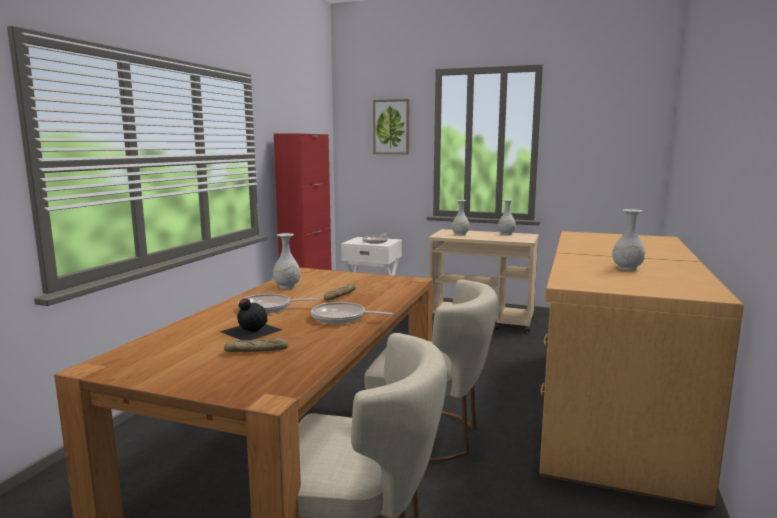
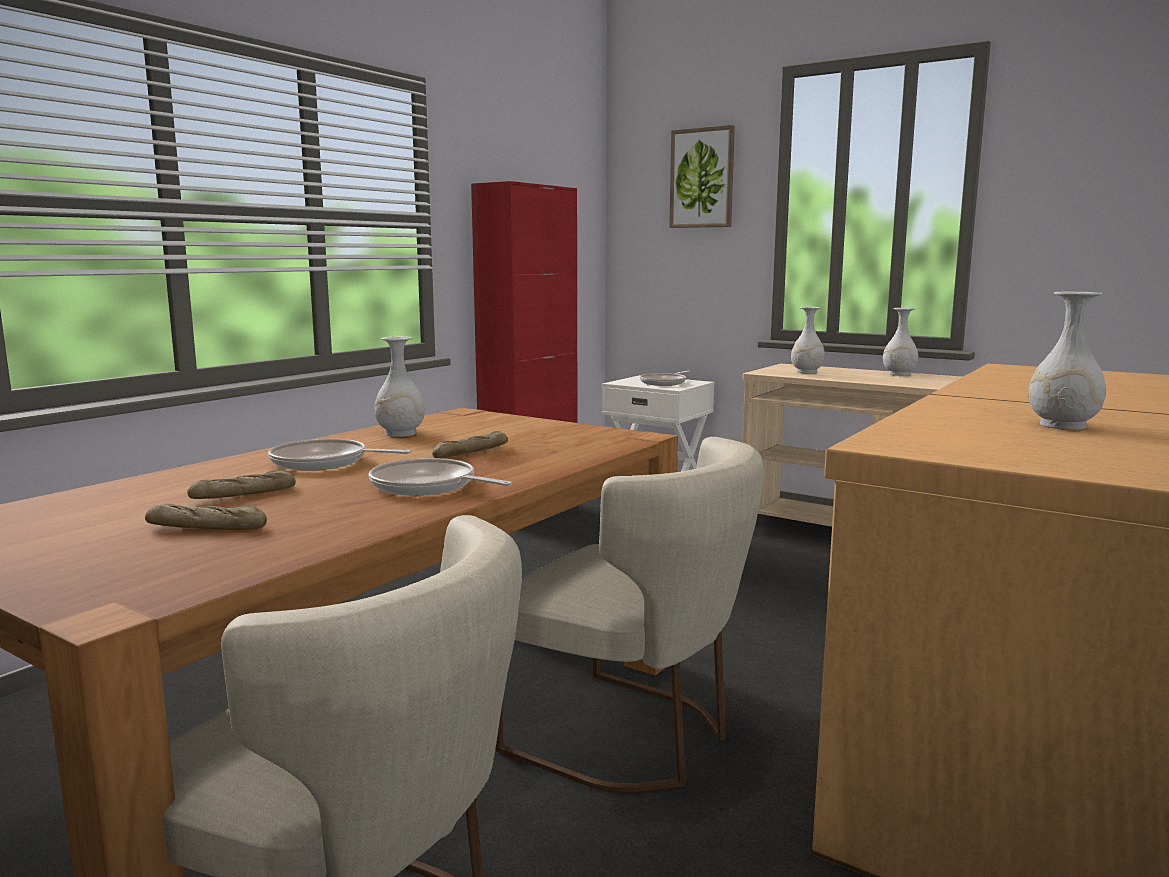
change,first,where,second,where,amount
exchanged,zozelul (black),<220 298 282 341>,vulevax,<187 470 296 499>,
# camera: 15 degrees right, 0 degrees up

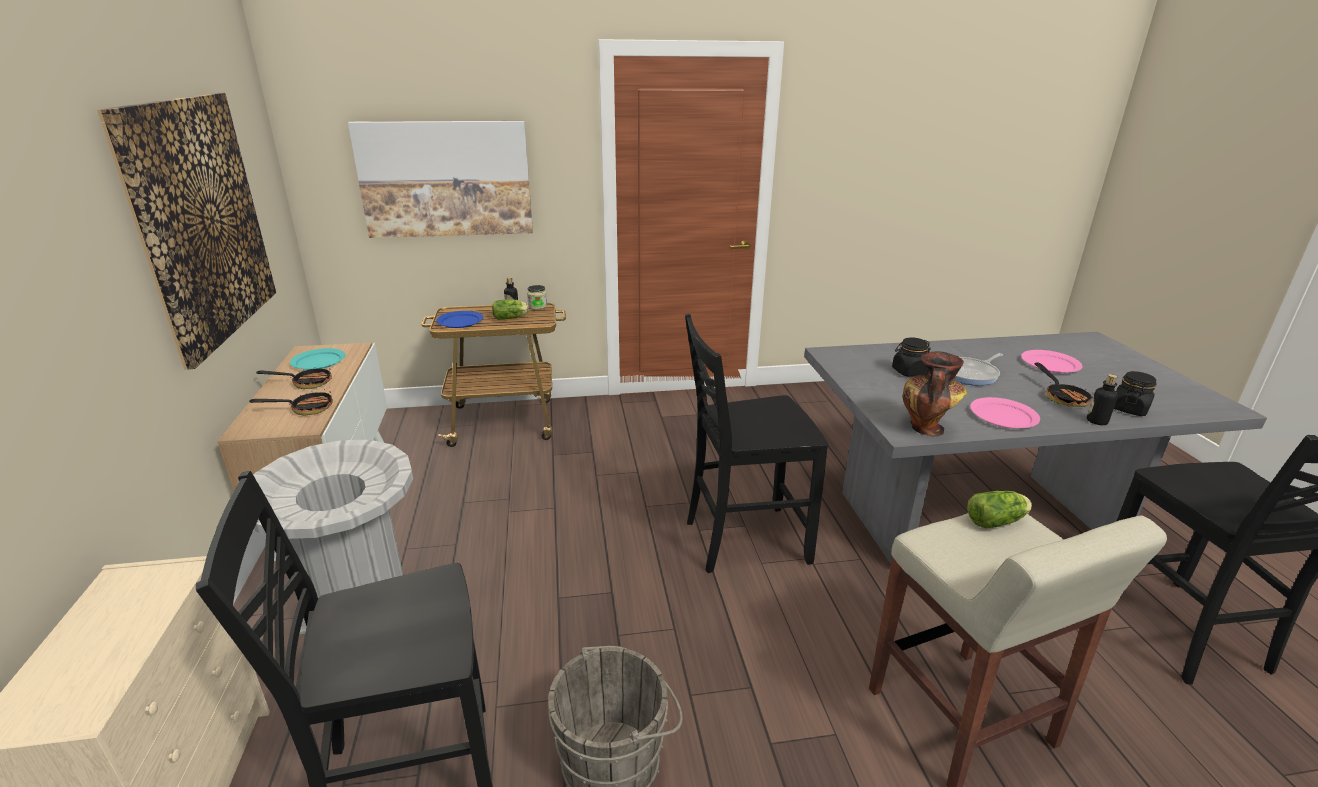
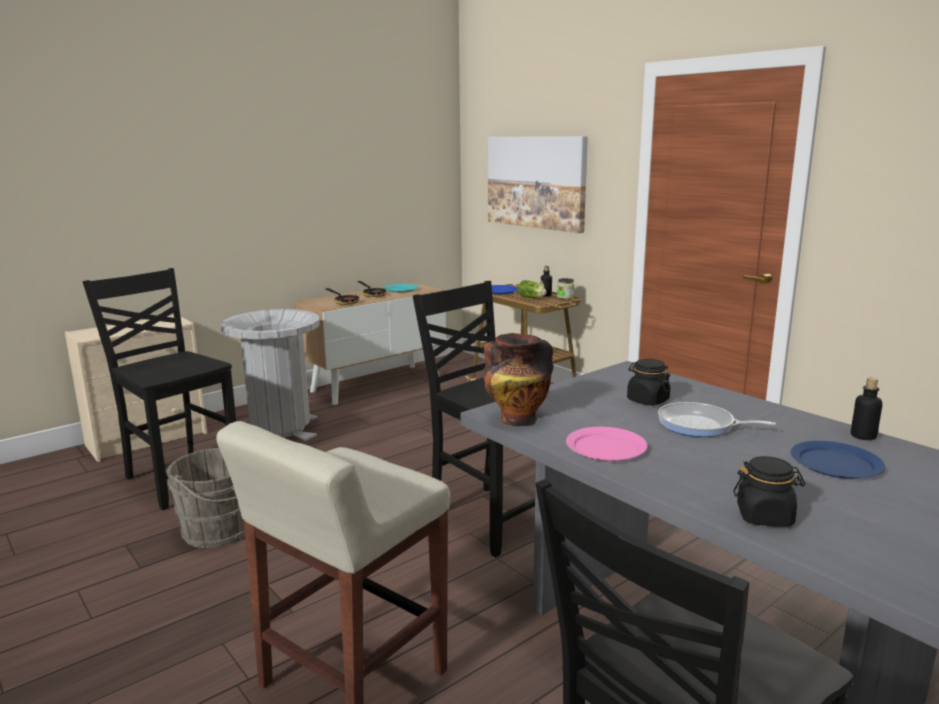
change,first,where,second,where,amount
missing,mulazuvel,<97 92 276 370>,,,
missing,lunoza,<967 491 1032 528>,,,
missing,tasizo,<1035 362 1094 407>,,,
relocated,zozelul,<1087 374 1118 425>,,<851 378 882 440>,
colour,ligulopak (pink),<1021 350 1082 373>,ligulopak (blue),<791 441 885 479>,
# camera: 60 degrees right, 10 degrees down

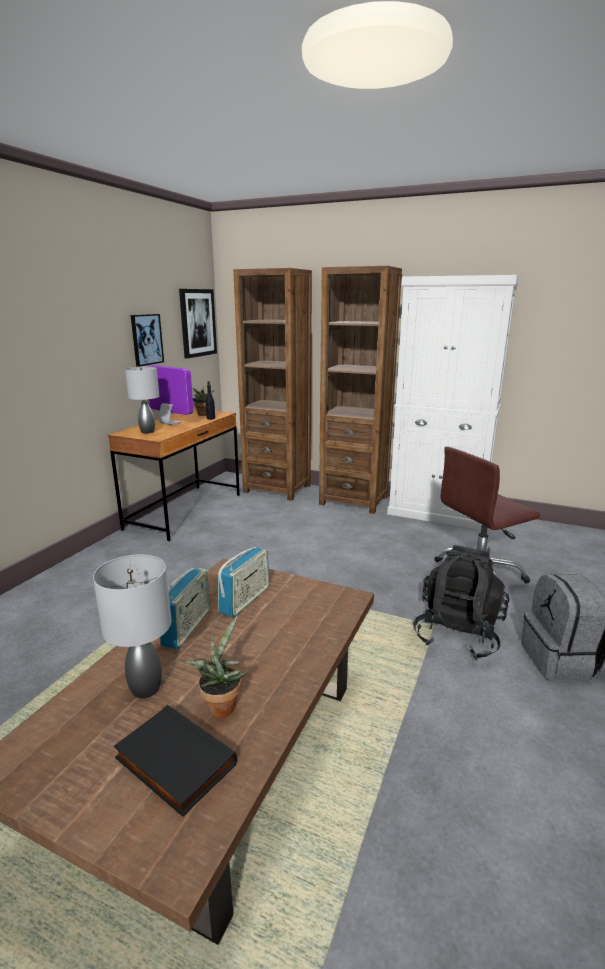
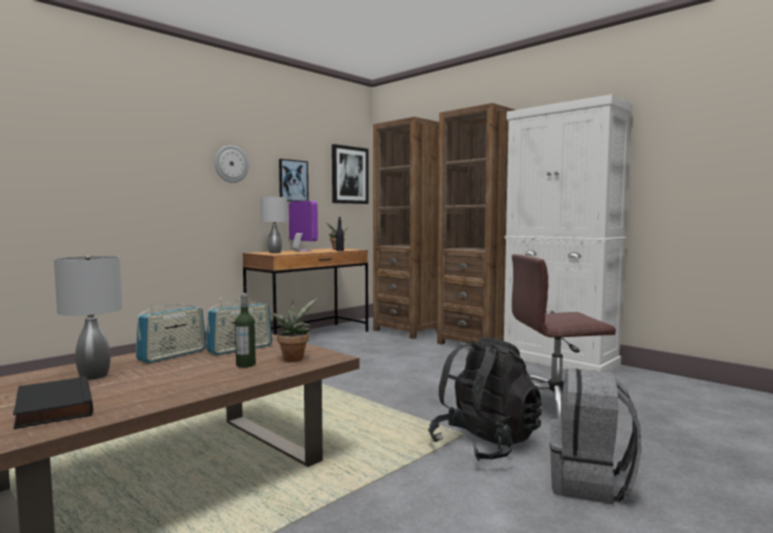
change,first,where,second,where,amount
appeared,,,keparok,<215 145 248 183>,
appeared,,,zozelul,<235 293 256 368>,
relocated,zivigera,<184 616 246 718>,,<270 298 318 362>,
# camera: 20 degrees right, 15 degrees down

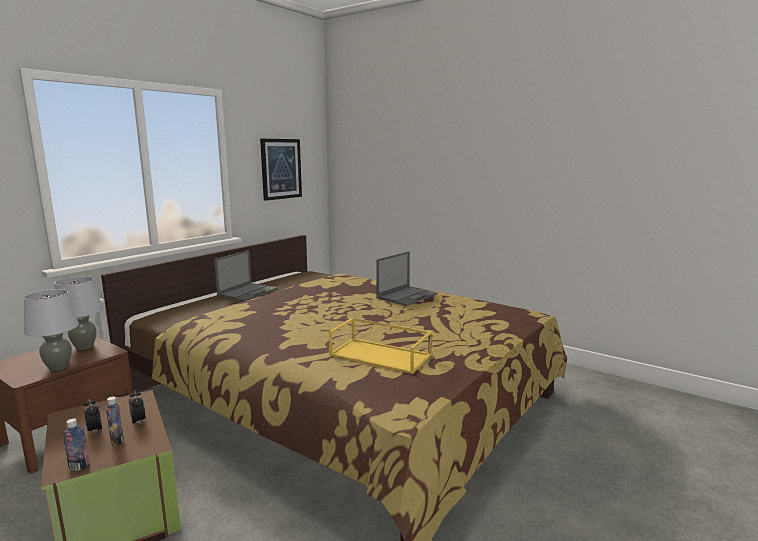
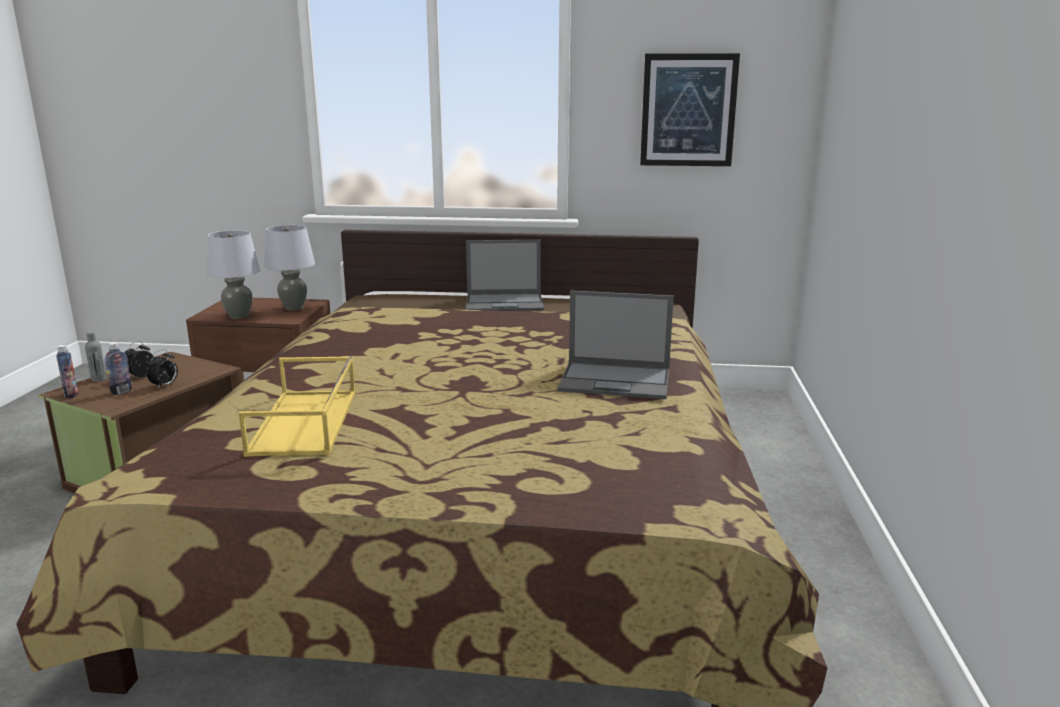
change,first,where,second,where,amount
appeared,,,zozelul (grey),<85 331 107 382>,
# camera: 60 degrees right, 5 degrees up

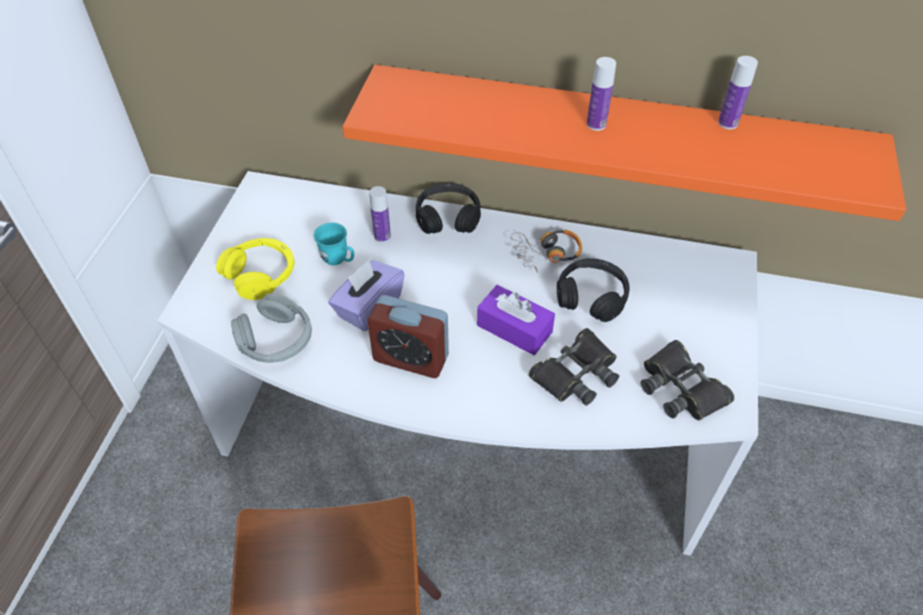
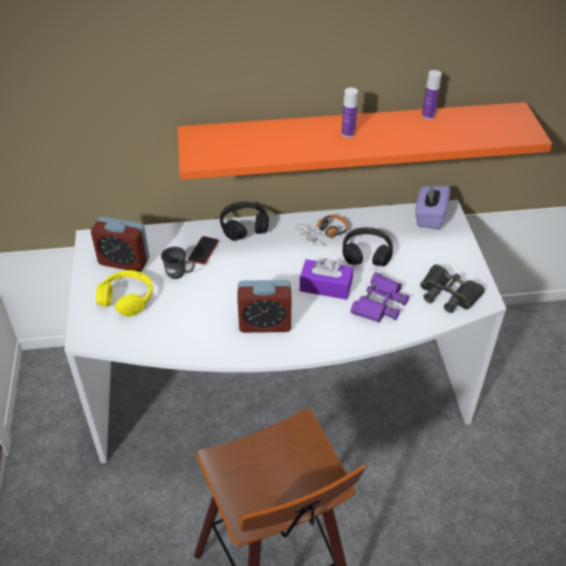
change,first,where,second,where,amount
missing,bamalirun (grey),<231 293 312 363>,,,
appeared,,,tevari,<91 216 149 272>,
relocated,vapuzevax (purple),<329 260 405 332>,,<415 183 450 230>,
exchanged,zozelul,<369 186 391 243>,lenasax,<188 236 219 264>,
colour,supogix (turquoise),<314 223 354 265>,supogix (grey),<161 247 195 279>,
colour,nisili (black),<529 328 619 406>,nisili (purple),<350 272 409 322>,
# camera: 20 degrees left, 5 degrees down

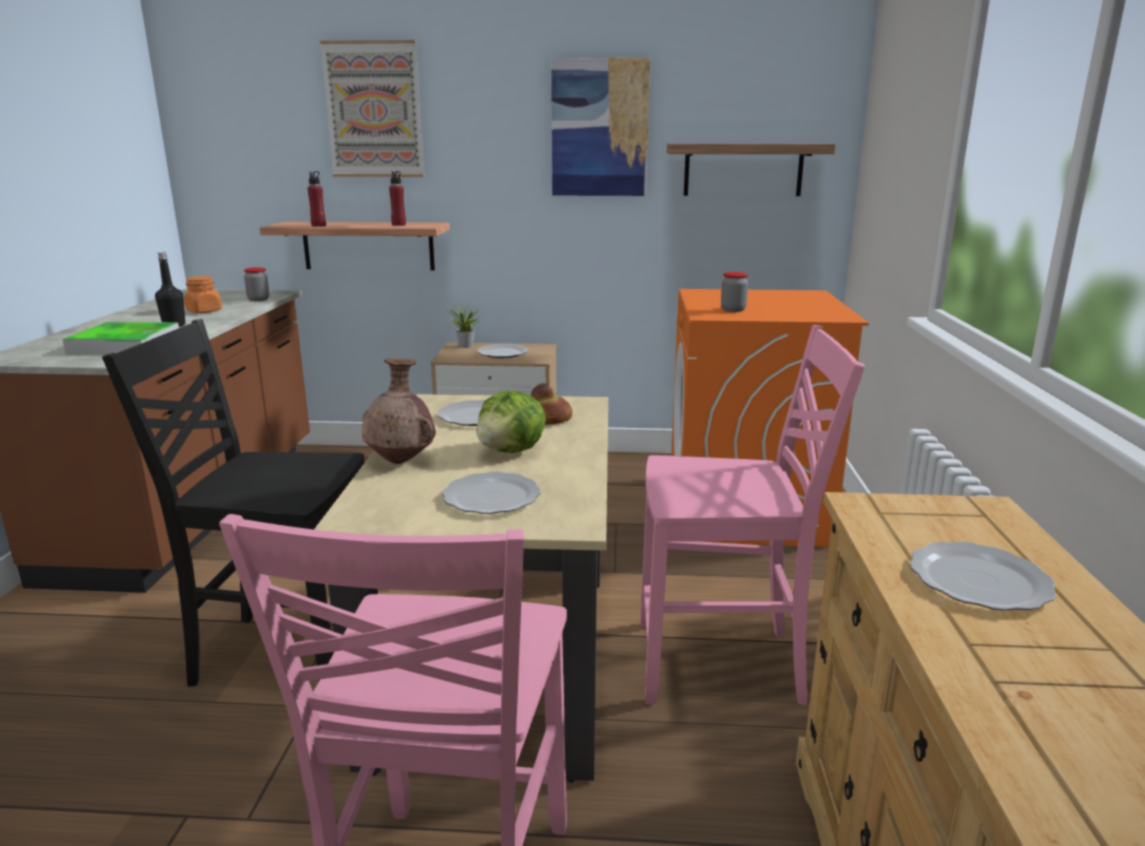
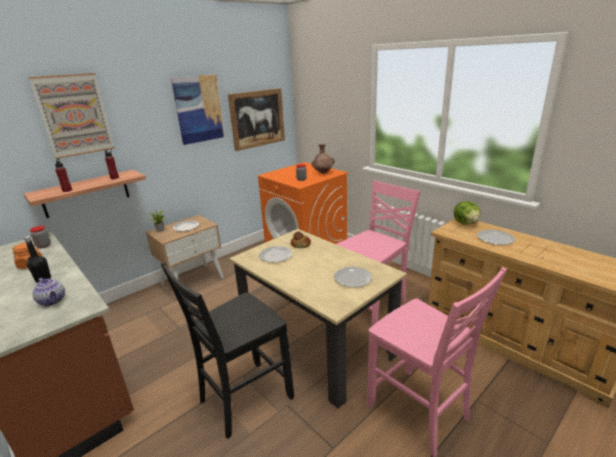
change,first,where,second,where,amount
relocated,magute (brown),<362 358 436 464>,,<312 144 334 174>,
relocated,lunoza,<476 391 546 453>,,<454 201 481 225>,
exchanged,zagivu,<62 322 179 355>,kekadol,<32 278 65 306>,
exchanged,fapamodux,<667 143 836 196>,mulazuvel,<228 88 285 151>,
# camera: 45 degrees left, 5 degrees up

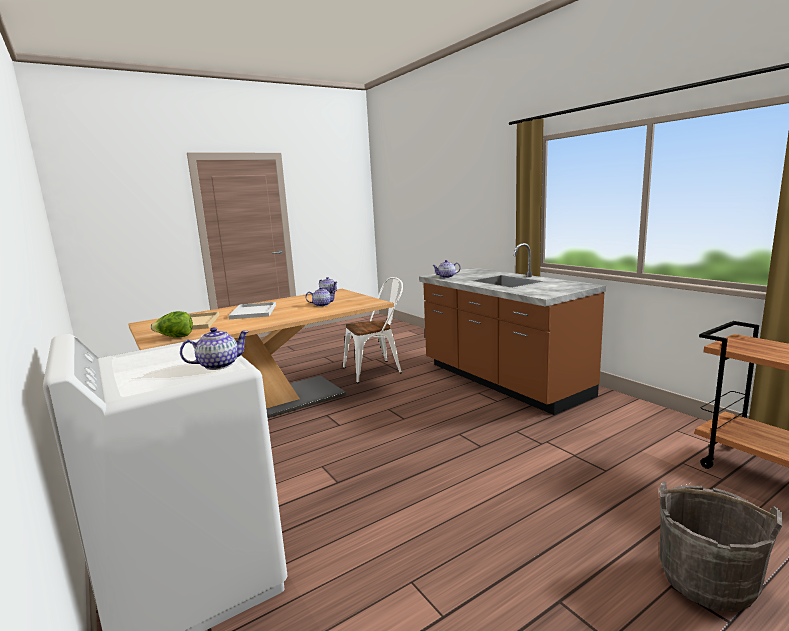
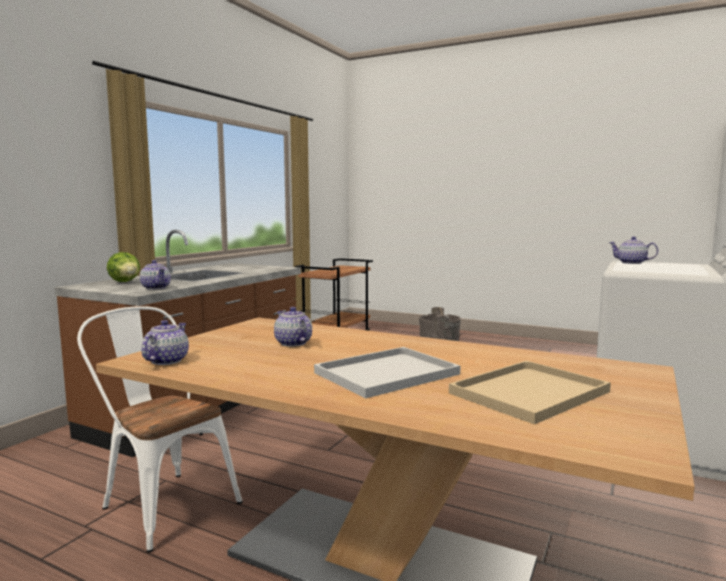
change,first,where,second,where,amount
relocated,lunoza,<150 311 193 337>,,<107 252 140 282>,
# camera: 120 degrees left, 5 degrees down

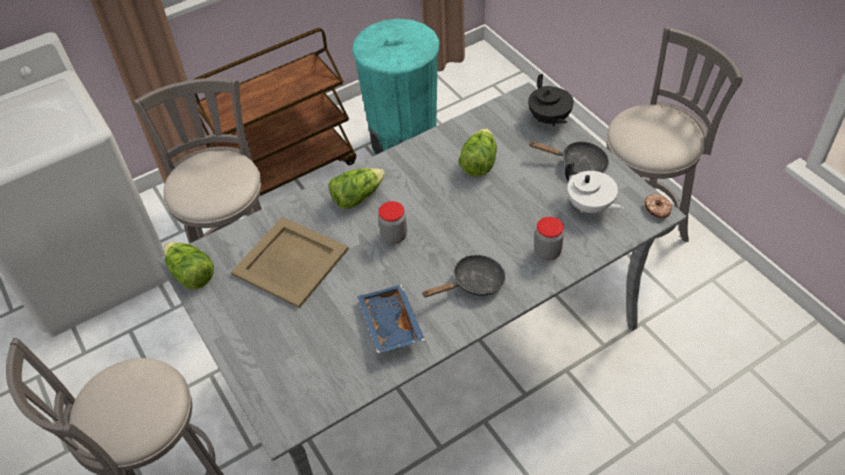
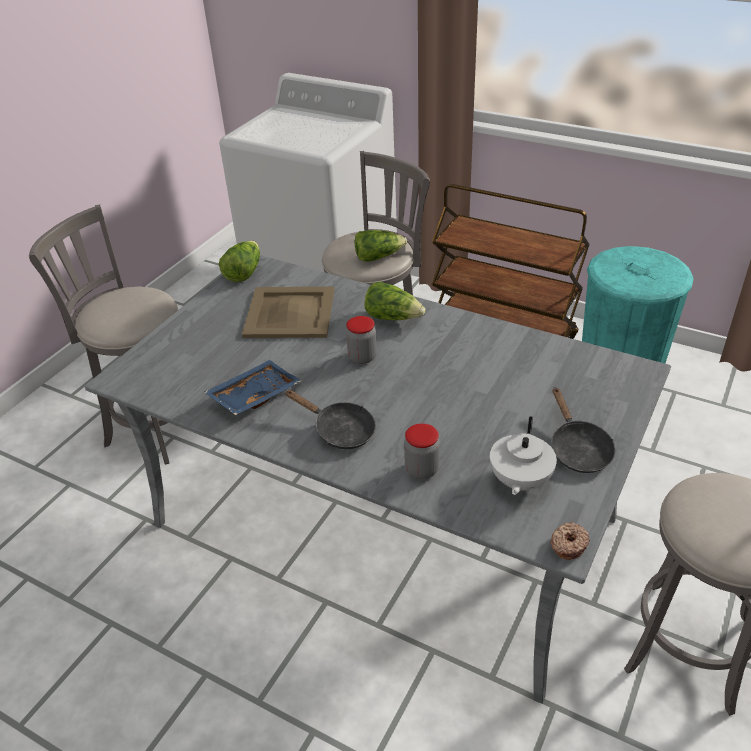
change,first,where,second,where,amount
missing,kekadol (black),<528 74 574 126>,,,
relocated,lunoza,<459 128 497 177>,,<354 230 407 262>,
# camera: 60 degrees right, 10 degrees down

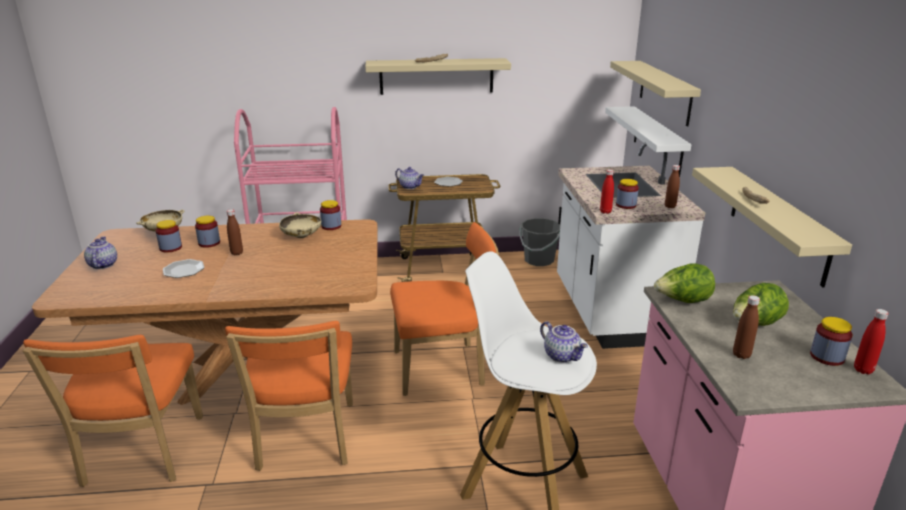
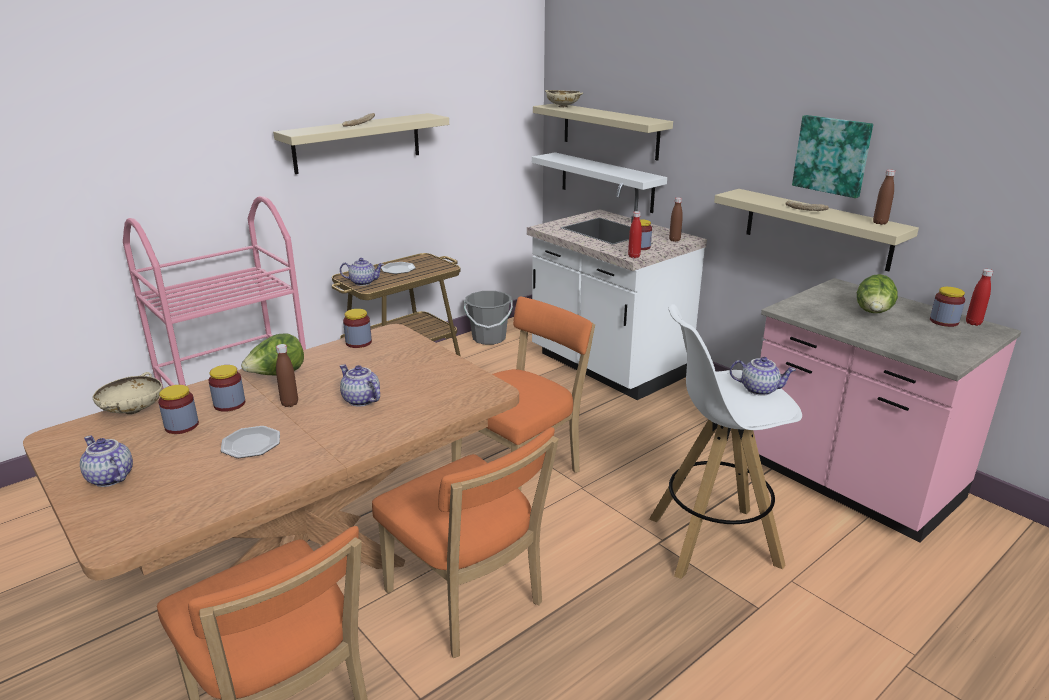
change,first,where,second,where,amount
appeared,,,kekadol,<340 364 380 407>,
appeared,,,mulazuvel,<792 115 873 198>,
relocated,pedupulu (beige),<279 213 321 238>,,<545 90 583 108>,
relocated,lunoza,<654 263 715 303>,,<241 334 304 375>,
relocated,zozelul (brown),<733 295 760 359>,,<873 170 895 225>,
# camera: 35 degrees left, 0 degrees up

